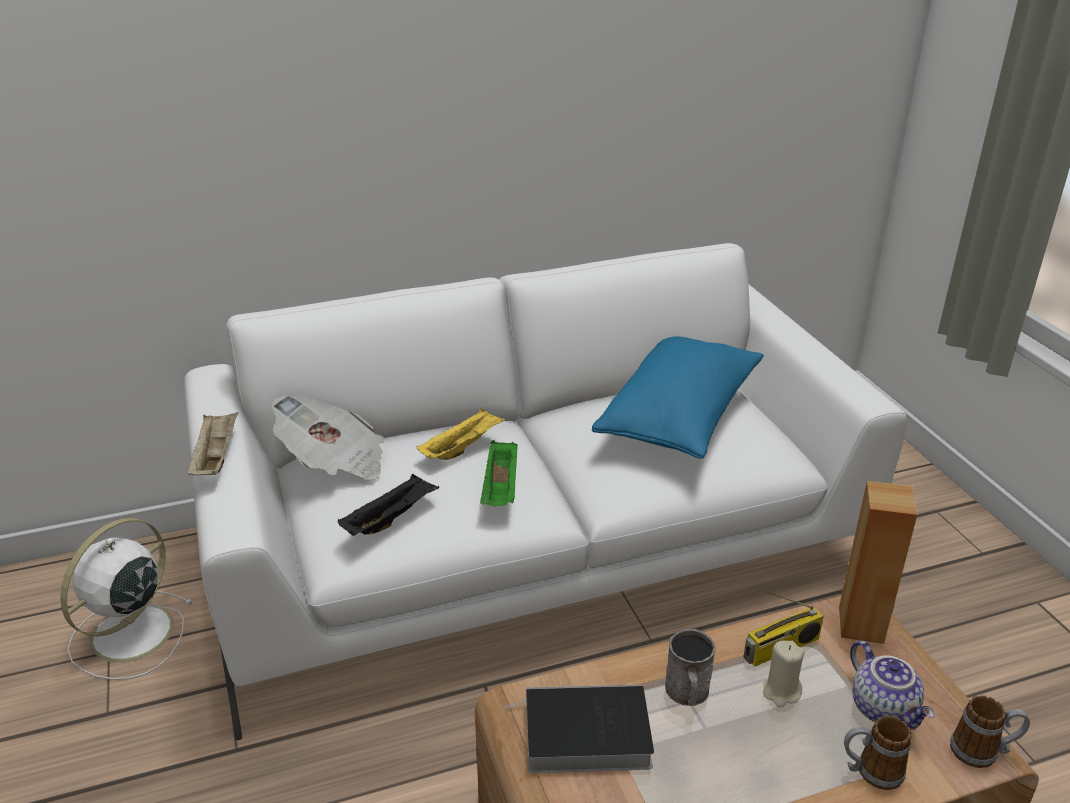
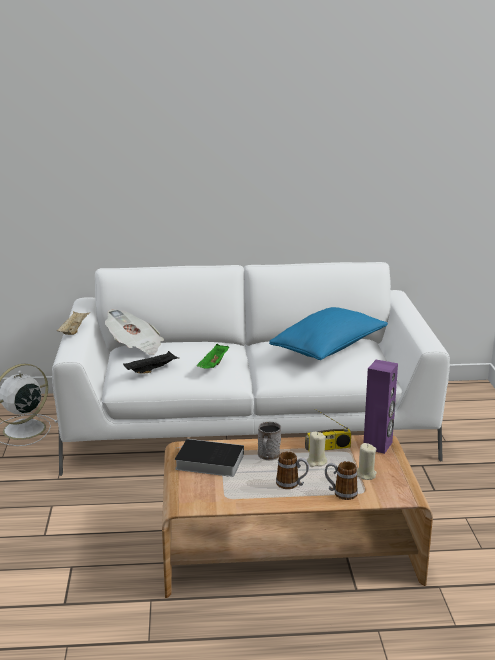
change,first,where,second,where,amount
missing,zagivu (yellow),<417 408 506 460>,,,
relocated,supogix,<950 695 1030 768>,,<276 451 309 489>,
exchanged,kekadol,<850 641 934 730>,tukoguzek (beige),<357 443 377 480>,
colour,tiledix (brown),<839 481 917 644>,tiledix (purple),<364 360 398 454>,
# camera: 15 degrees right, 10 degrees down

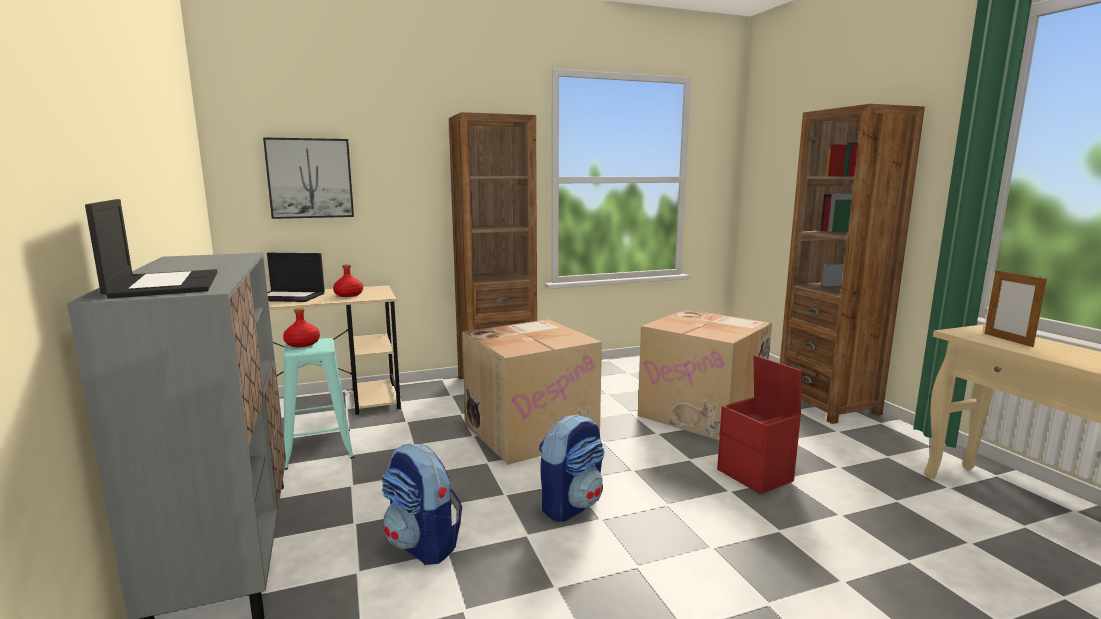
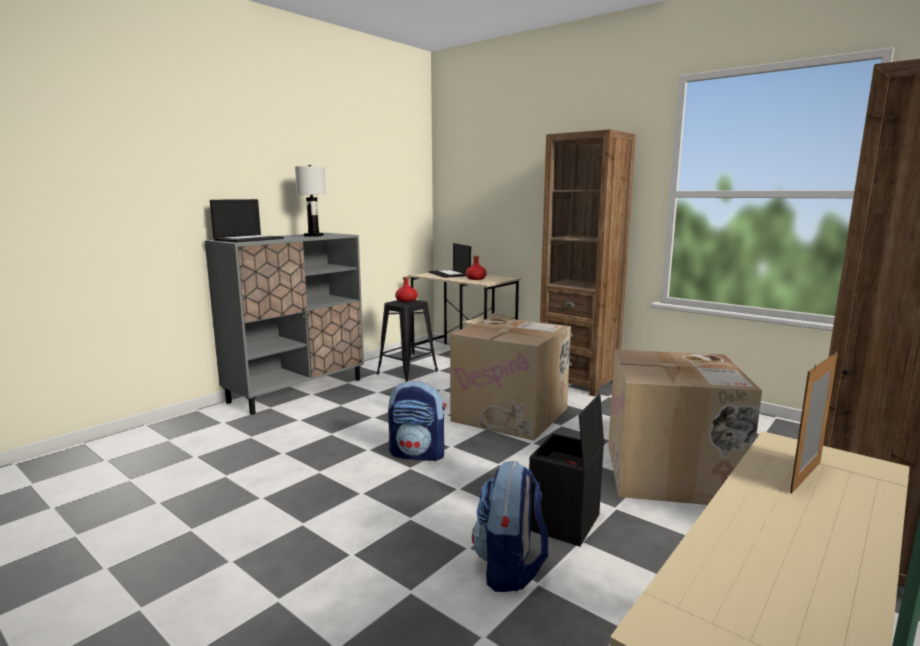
change,first,where,second,where,amount
missing,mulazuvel,<263 137 354 219>,,,
appeared,,,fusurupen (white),<295 165 326 237>,
relocated,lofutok,<381 444 462 565>,,<472 461 548 592>,
colour,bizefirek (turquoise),<283 338 354 470>,bizefirek (black),<377 300 438 382>,
colour,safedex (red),<717 355 801 494>,safedex (black),<529 394 604 547>,
# camera: 60 degrees right, 0 degrees up

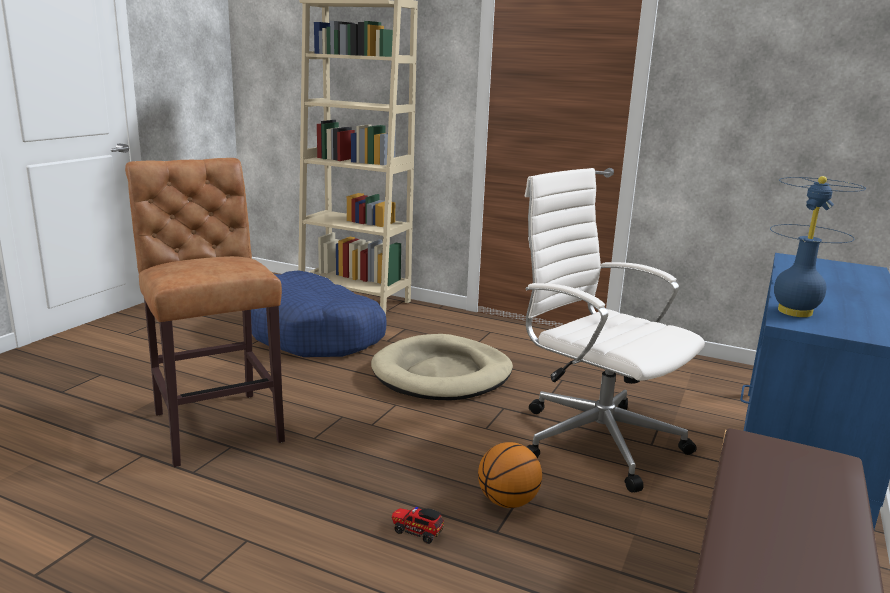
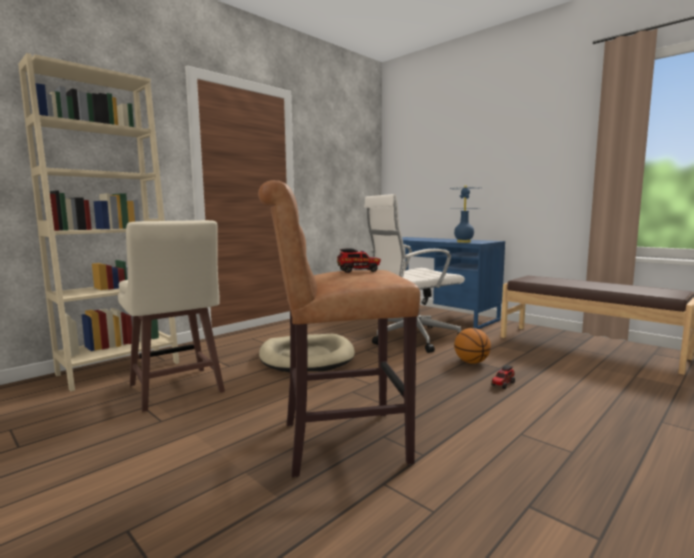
change,first,where,second,where,amount
appeared,,,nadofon,<337 248 381 273>,
exchanged,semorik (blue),<251 270 386 357>,bizefirek (beige),<118 220 225 412>,
# camera: 70 degrees left, 10 degrees down

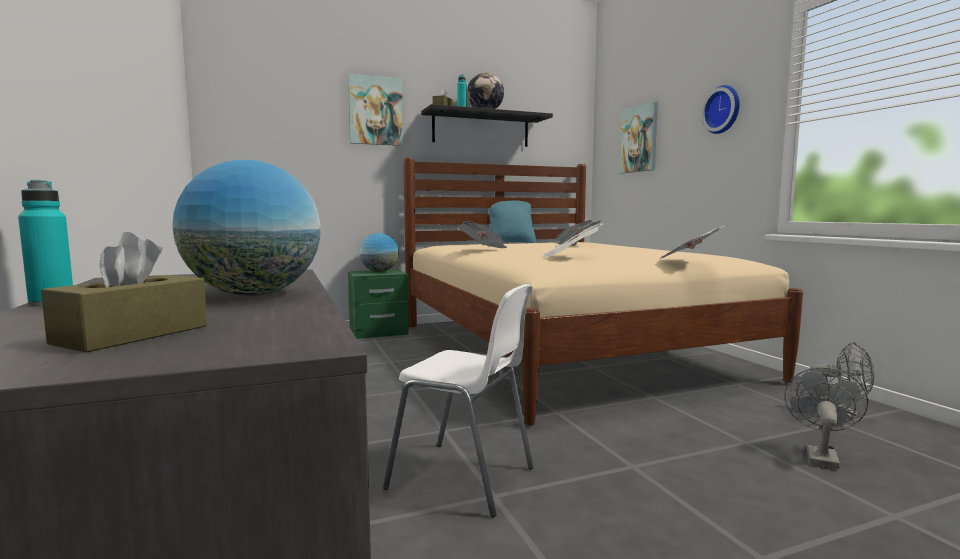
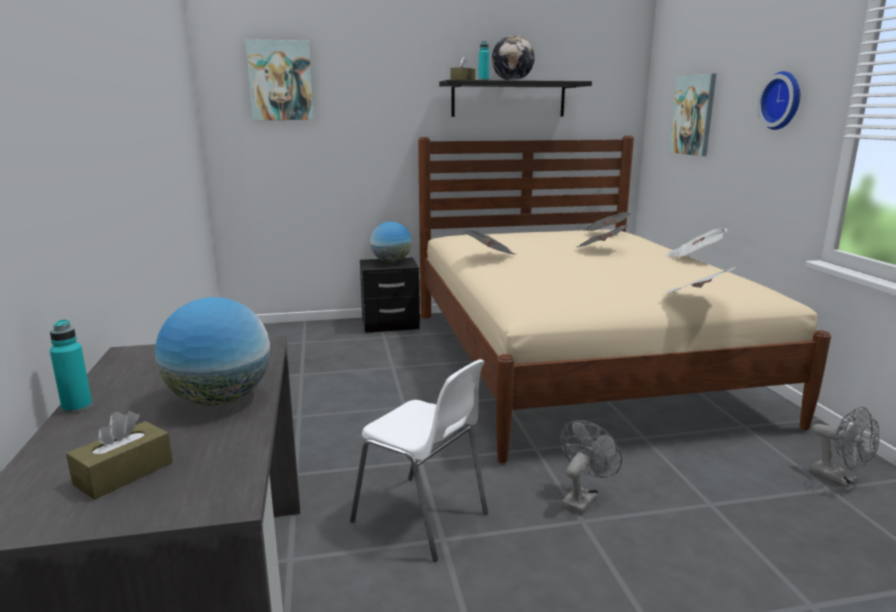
change,first,where,second,where,amount
missing,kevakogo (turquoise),<488 200 537 243>,,,
relocated,mulazuvel,<348 73 403 146>,,<245 39 314 120>,
relocated,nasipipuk,<540 223 603 257>,,<666 228 728 258>,
relocated,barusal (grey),<784 367 868 469>,,<560 420 622 514>,
colour,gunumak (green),<348 269 409 339>,gunumak (black),<360 257 420 333>,
# camera: 10 degrees right, 10 degrees up

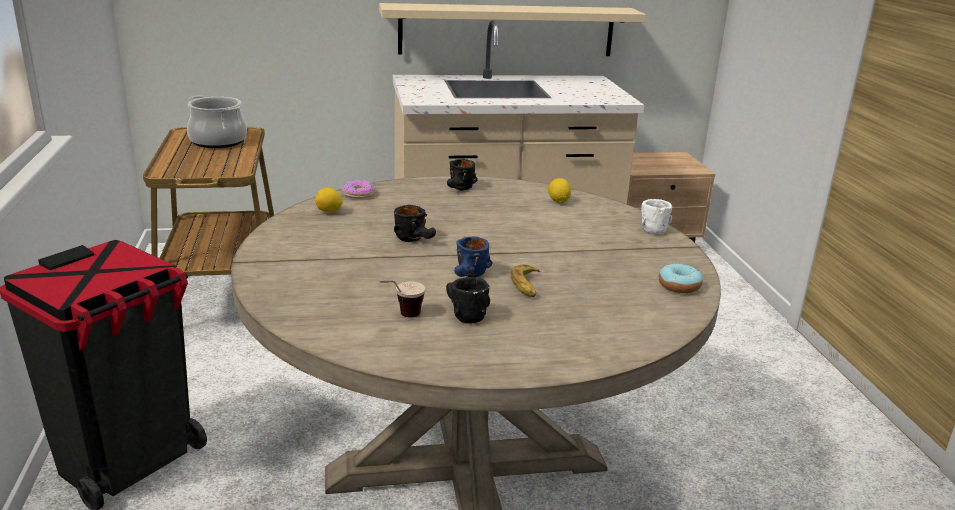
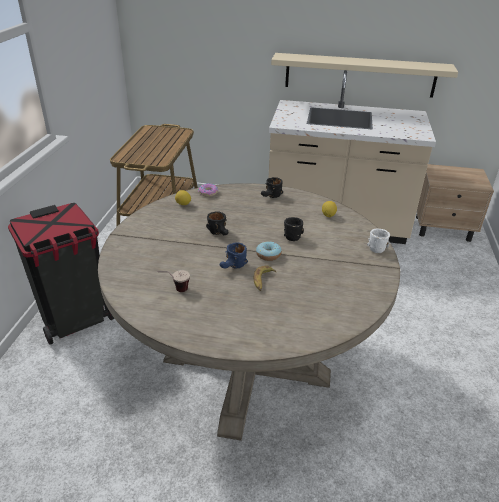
change,first,where,second,where,amount
missing,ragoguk,<187 95 247 148>,,,
relocated,supogix (black),<446 277 490 323>,,<284 217 304 241>,
relocated,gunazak,<659 264 703 293>,,<256 241 282 261>,
# camera: 20 degrees right, 10 degrees up

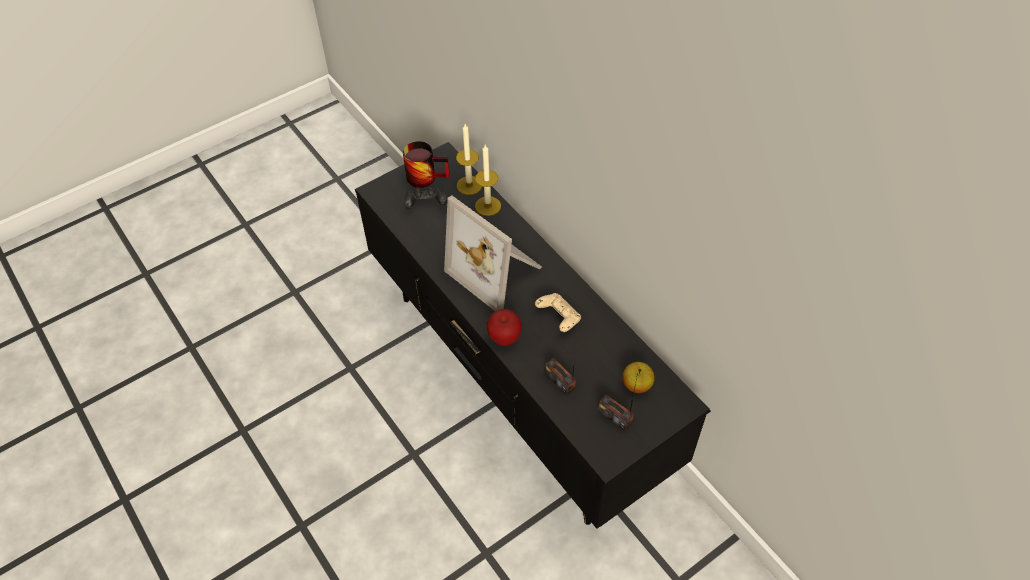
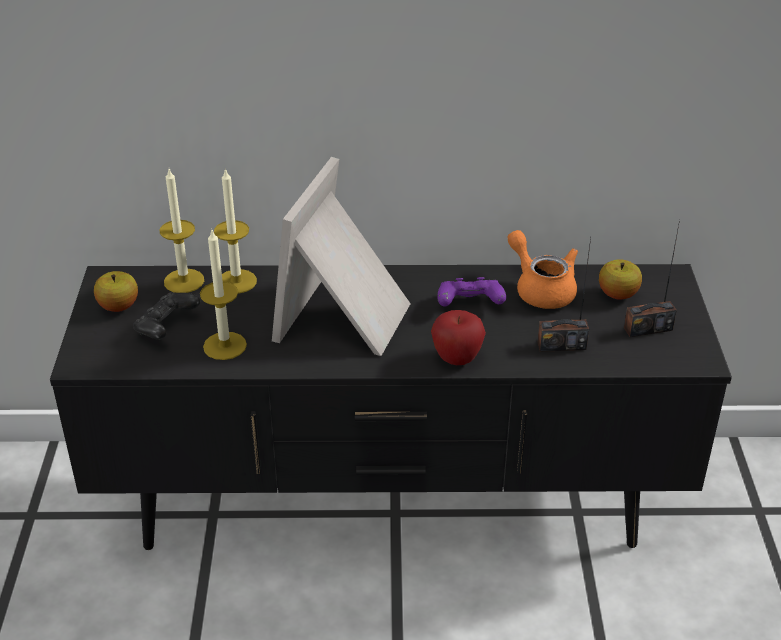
change,first,where,second,where,amount
appeared,,,tukoguzek,<200 228 247 360>,
appeared,,,kekadol (orange),<508 230 578 309>,
exchanged,supogix,<403 141 450 188>,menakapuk,<94 271 138 312>,
colour,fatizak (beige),<535 293 581 332>,fatizak (purple),<437 277 506 306>,
spun,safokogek,<444 196 542 311>,,<272 157 411 356>,120 degrees clockwise
# camera: 55 degrees left, 15 degrees down

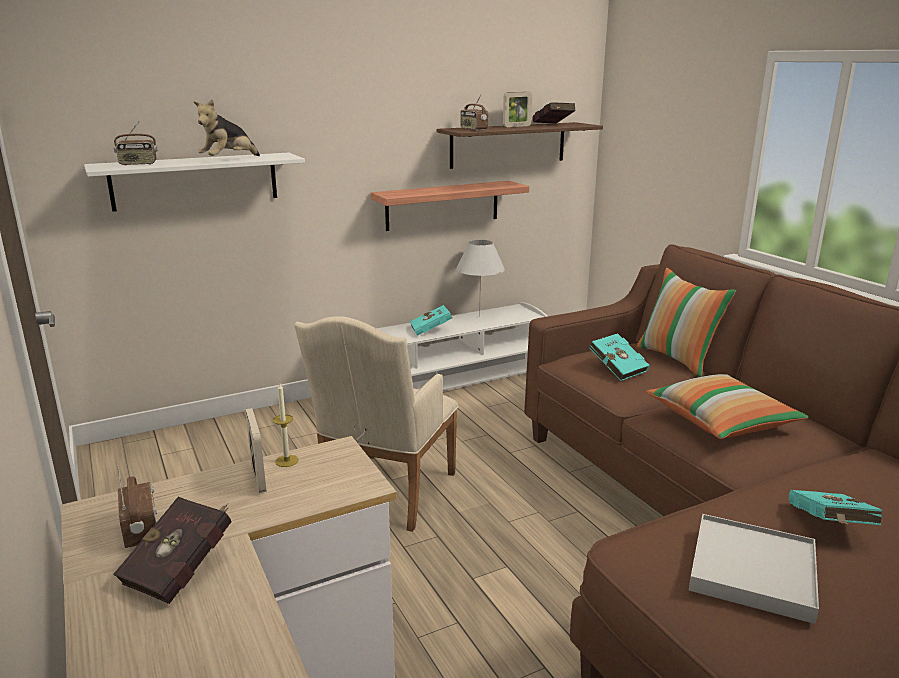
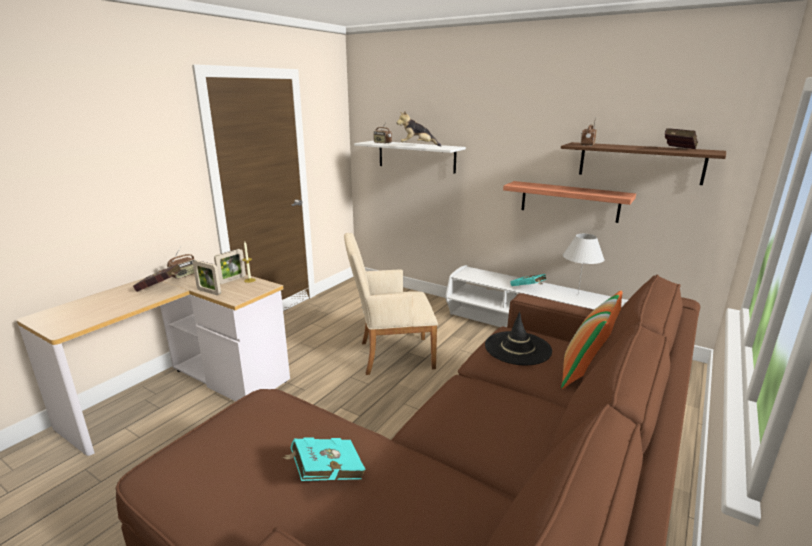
change,first,where,second,where,amount
missing,kevakogo,<646 374 808 439>,,,
missing,zagivu (white),<689 514 819 624>,,,
relocated,safokogek,<503 92 532 127>,,<193 260 221 295>,
exchanged,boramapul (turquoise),<590 333 650 381>,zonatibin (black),<485 312 552 365>,
# camera: 60 degrees right, 0 degrees up

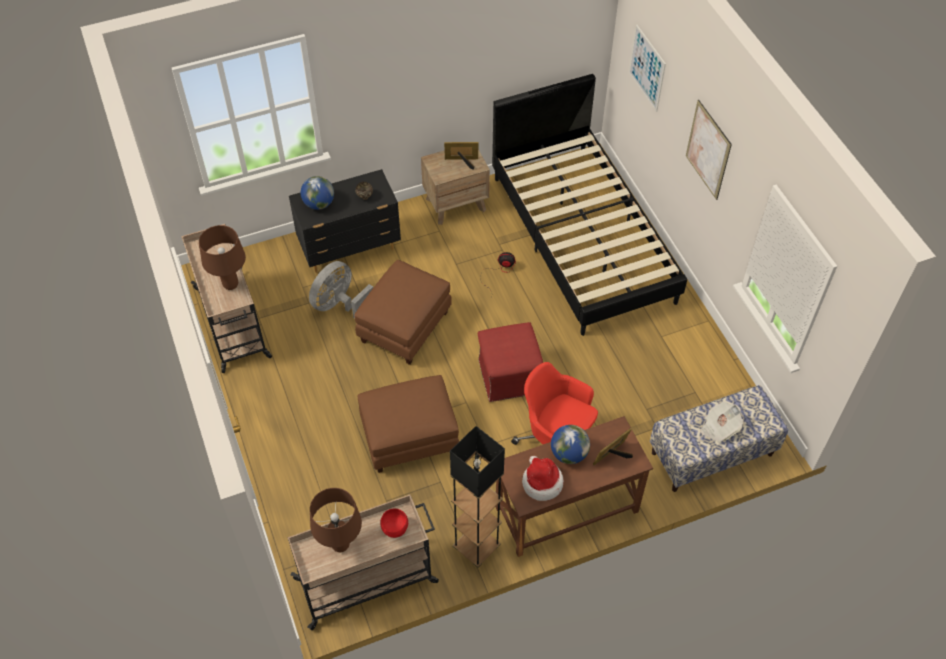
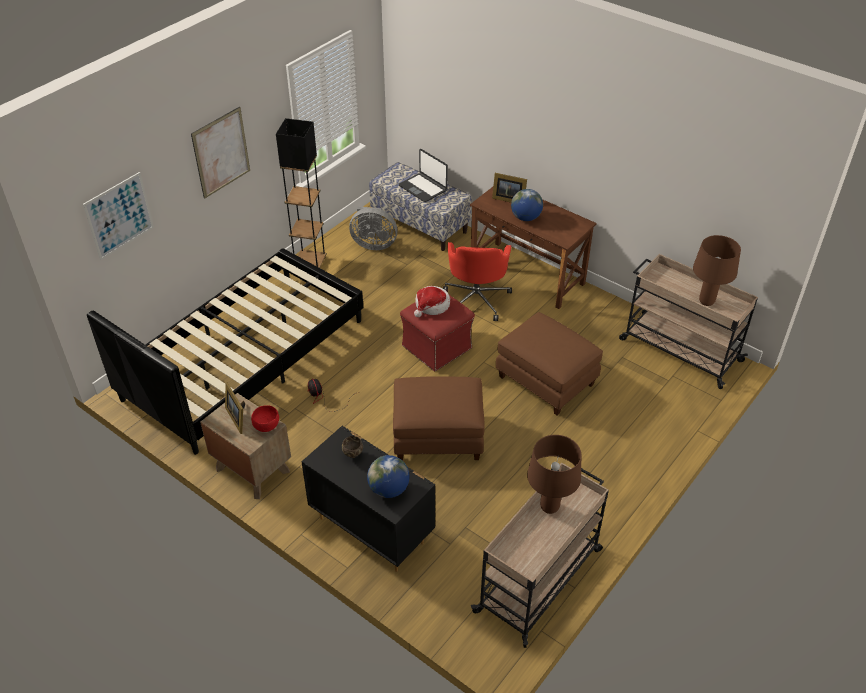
change,first,where,second,where,amount
relocated,barusal (grey),<309 261 373 319>,,<349 206 398 250>,
relocated,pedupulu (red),<380 509 408 538>,,<251 405 279 432>,
relocated,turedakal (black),<450 426 505 568>,,<276 118 327 268>,
relocated,zonatibin,<522 456 564 501>,,<414 286 450 317>,
exchanged,nasipipuk,<700 402 743 443>,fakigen,<399 149 448 202>,
# camera: 120 degrees left, 10 degrees down

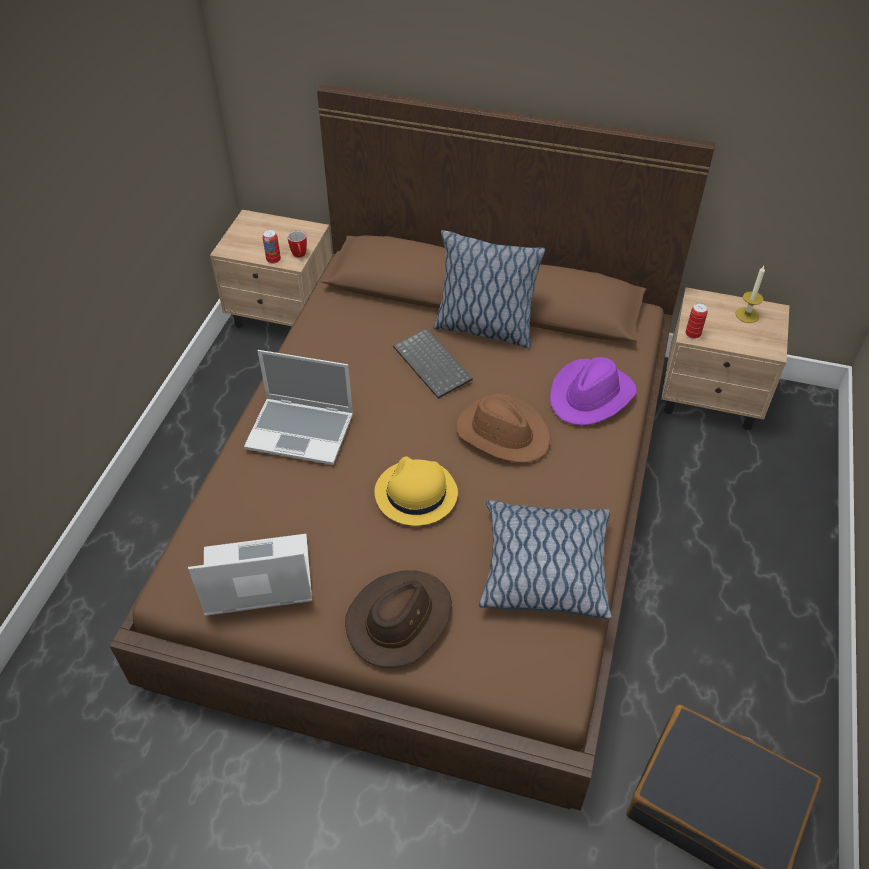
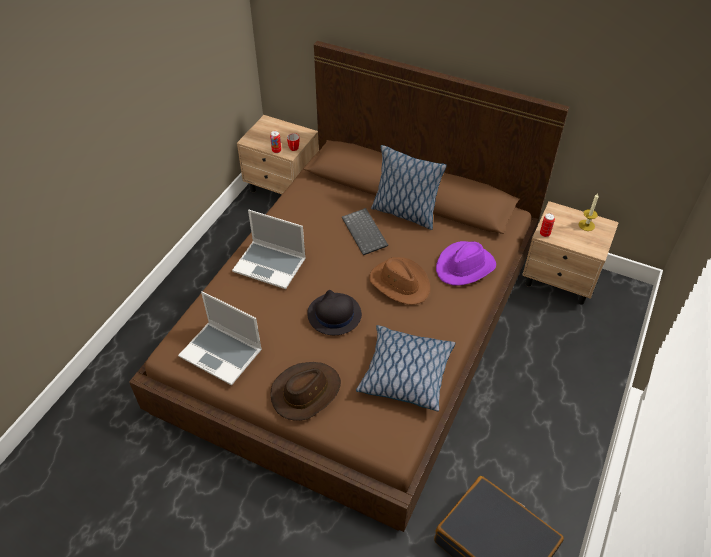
change,first,where,second,where,amount
colour,zonatibin (yellow),<375 457 458 526>,zonatibin (black),<307 290 362 335>,
spun,fakigen,<188 534 312 616>,,<178 291 262 385>,150 degrees counterclockwise
# camera: 10 degrees right, 0 degrees up

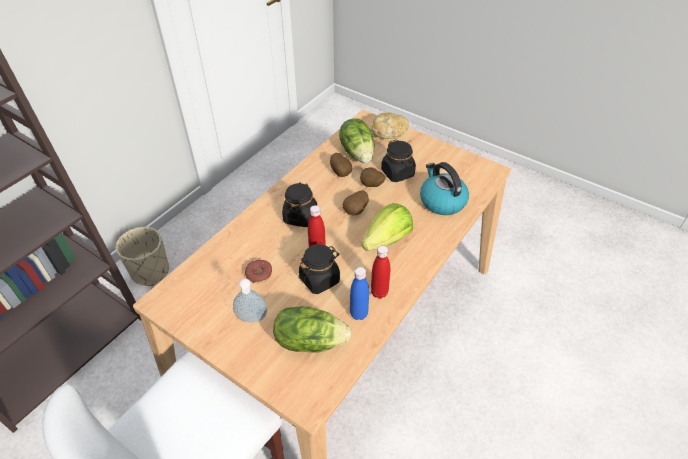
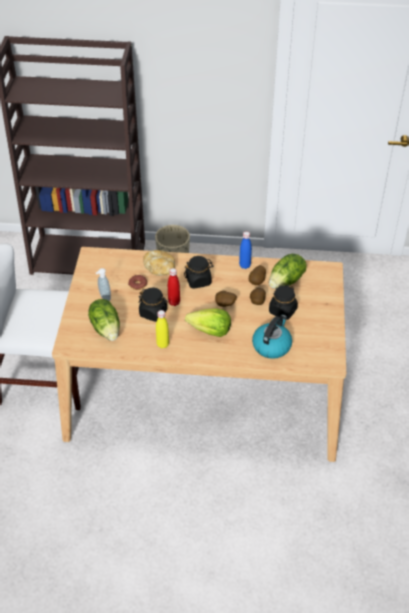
change,first,where,second,where,amount
relocated,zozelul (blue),<350 267 369 320>,,<239 231 252 269>,
relocated,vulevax,<371 112 409 139>,,<143 250 175 276>,
colour,zozelul (red),<371 245 390 299>,zozelul (yellow),<156 310 169 348>,
# camera: 60 degrees right, 0 degrees up

